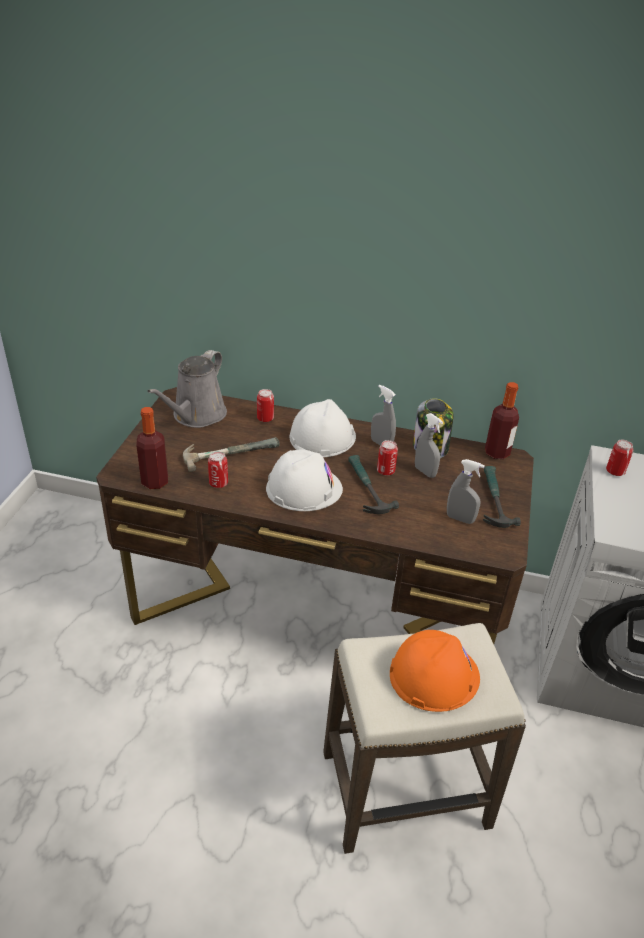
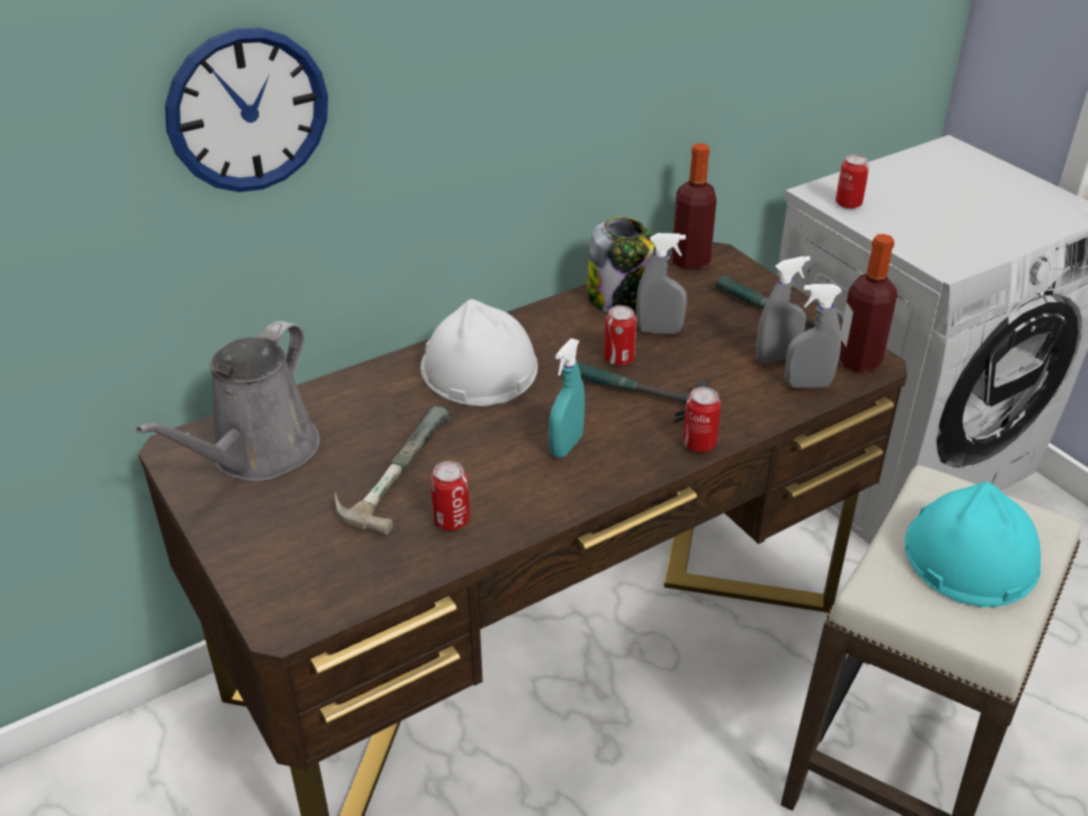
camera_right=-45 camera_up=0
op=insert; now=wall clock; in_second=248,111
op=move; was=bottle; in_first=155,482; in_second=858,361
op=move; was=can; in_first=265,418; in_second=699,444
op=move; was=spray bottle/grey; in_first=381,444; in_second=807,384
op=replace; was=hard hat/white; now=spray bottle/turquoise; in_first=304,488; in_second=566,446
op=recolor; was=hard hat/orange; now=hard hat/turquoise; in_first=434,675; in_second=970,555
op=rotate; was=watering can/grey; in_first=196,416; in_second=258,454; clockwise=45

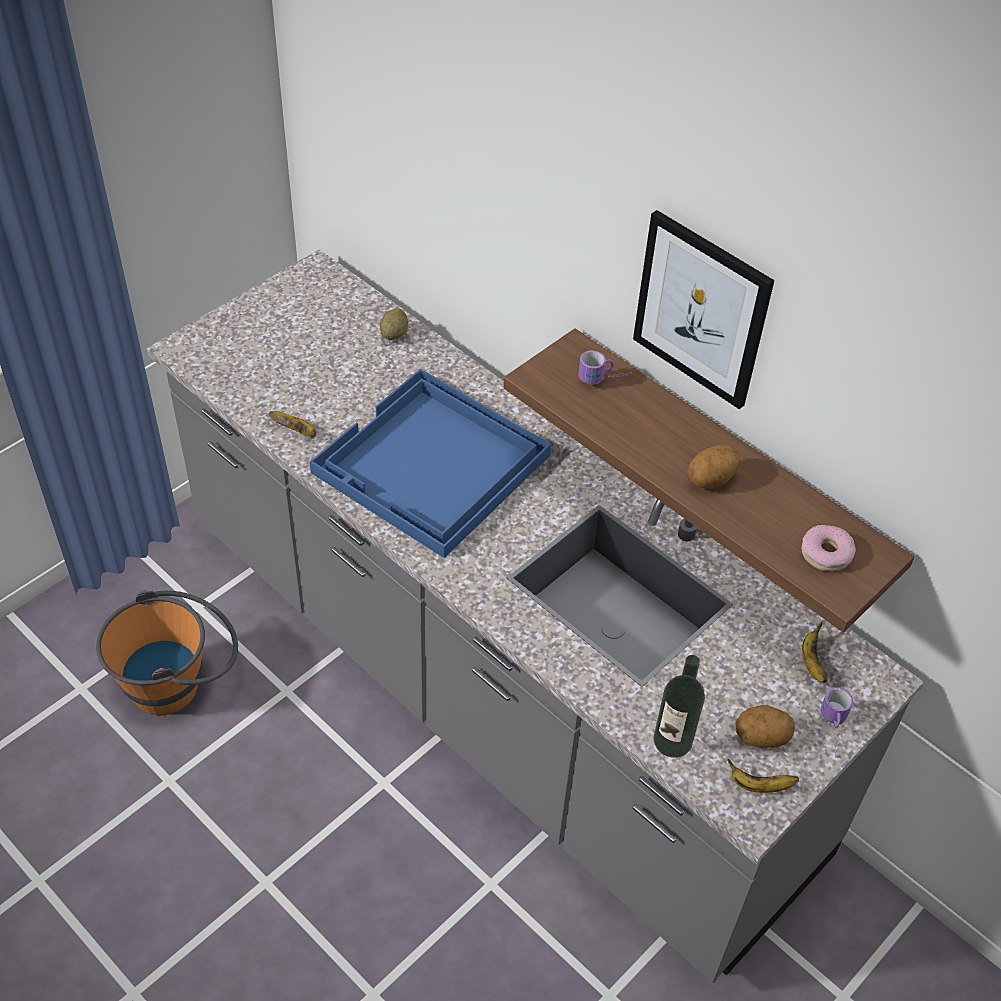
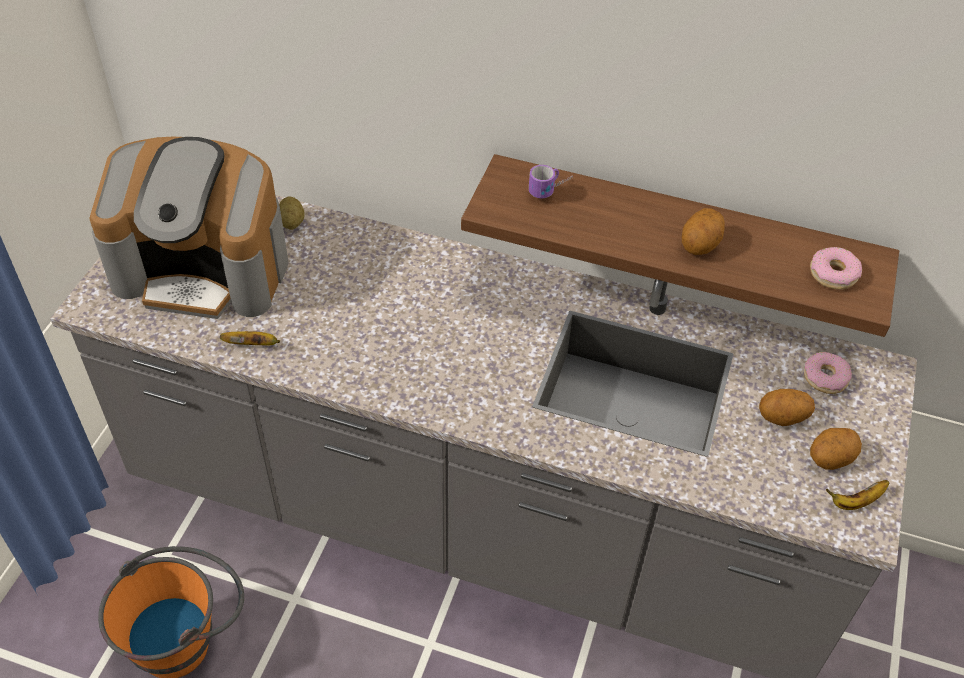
camera_right=-25 camera_up=0
op=delete; was=tray/blue; in_first=432,466
op=delete; was=picture; in_first=701,309
op=delete; was=bottle; in_first=672,741
op=delete; was=mug; in_first=832,731
op=insert; now=coffee machine; in_second=204,268
op=insert; now=potato; in_second=782,418
op=replace; was=banana; now=donut; in_first=811,662; in_second=825,377

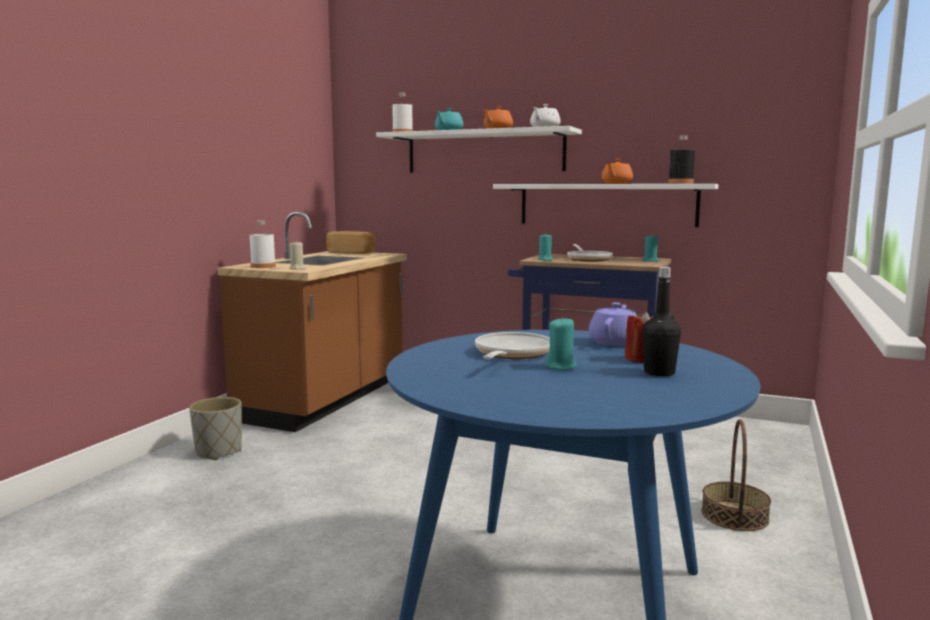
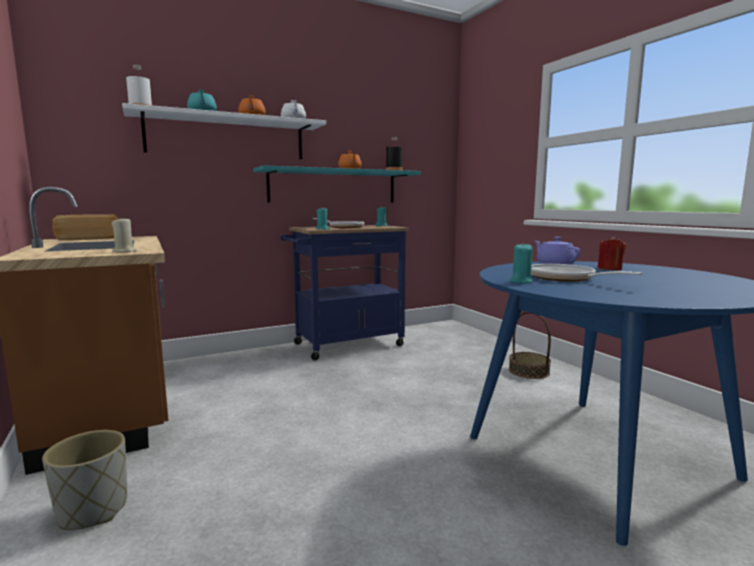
camera_right=-50 camera_up=0
op=delete; was=bottle/white; in_first=263,266
op=delete; was=bottle/black; in_first=659,373
op=move; was=candle/turquoise; in_first=561,367; in_second=520,281
op=recolor; was=shelf/white; now=shelf/turquoise; in_first=606,204; in_second=334,186

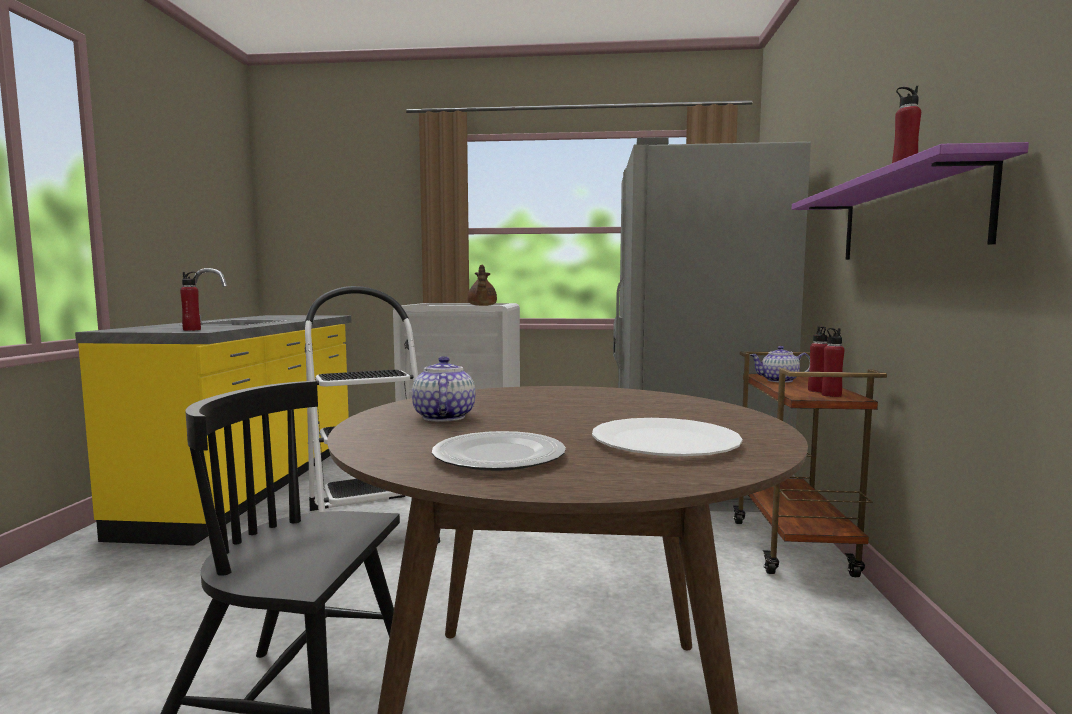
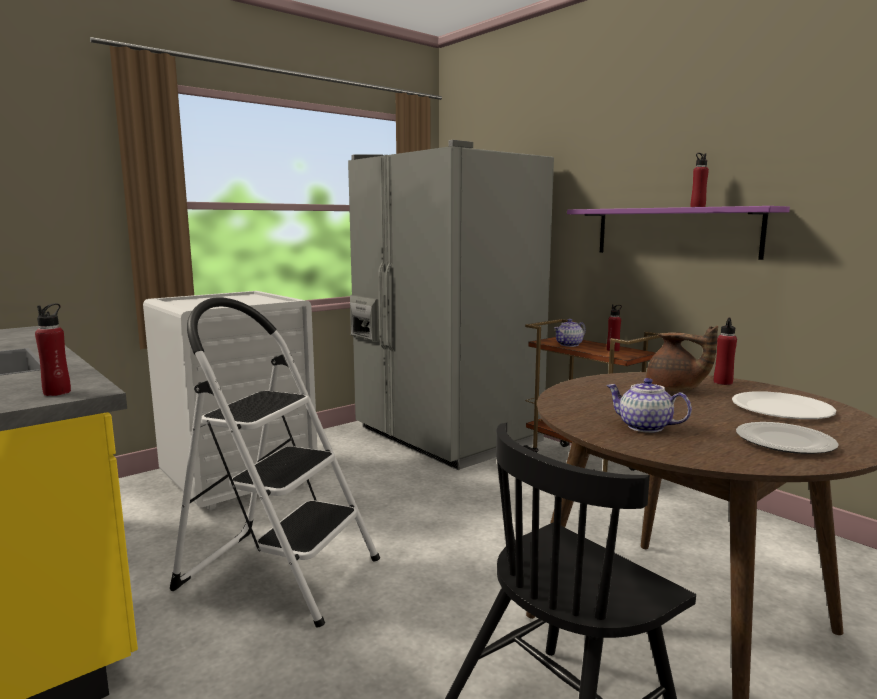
camera_right=-45 camera_up=5
op=move; was=teapot/brown; in_first=481,305; in_second=675,389
op=move; was=bottle/red; in_first=831,395; in_second=722,382

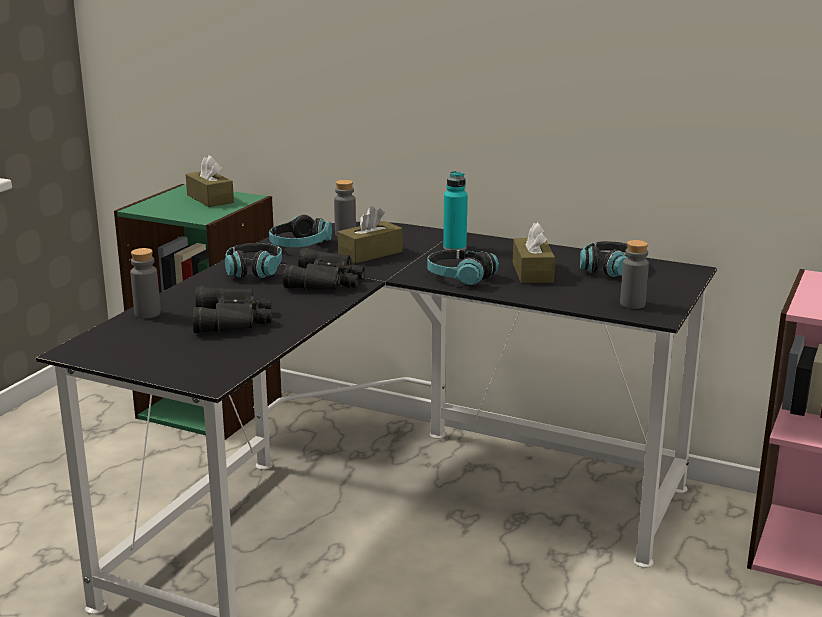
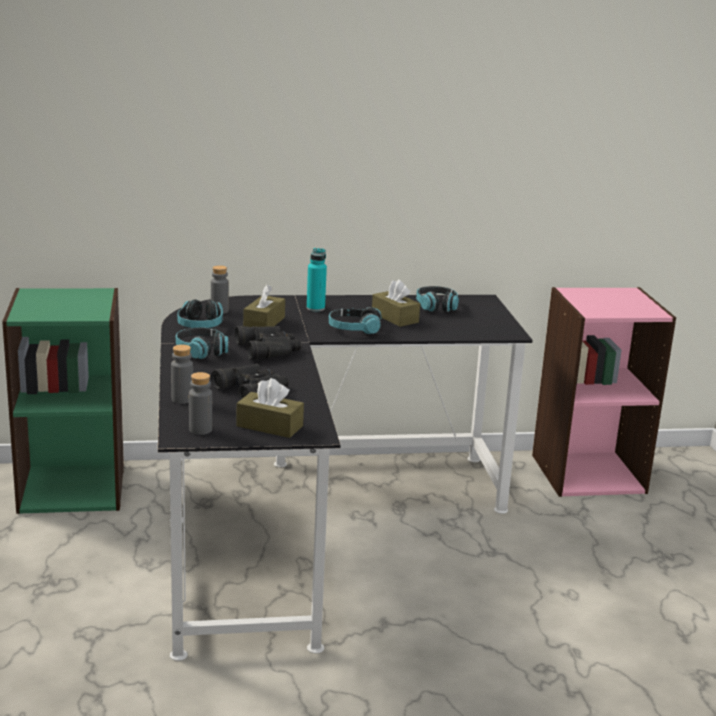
camera_right=-35 camera_up=0
op=move; was=tissue box/brown; in_first=210,199; in_second=269,426
op=move; was=bottle/grey; in_first=632,304; in_second=200,430

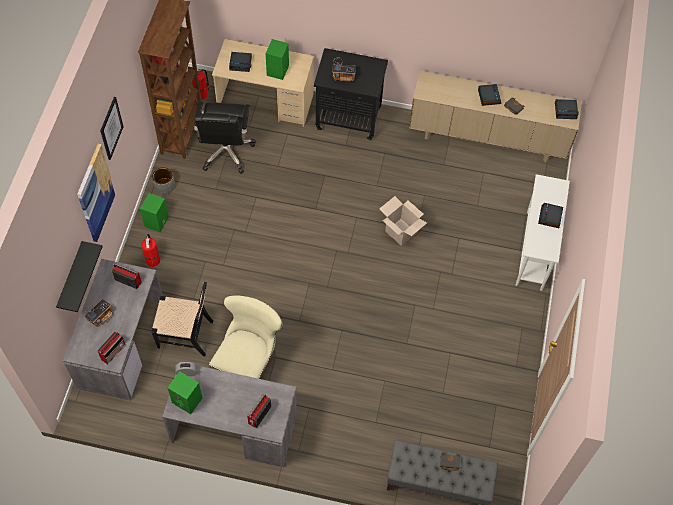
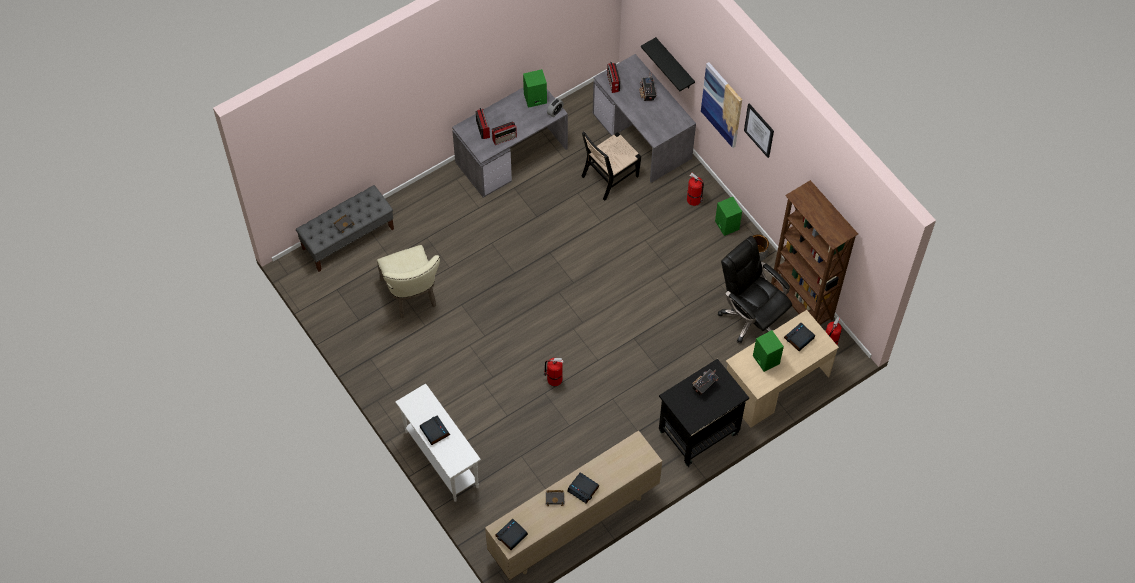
camera_right=135 camera_up=0
op=move; was=radio; in_first=127,280; in_second=505,138
op=move; was=chair/beige; in_first=248,365; in_second=412,295
op=replace; was=cardboard box; now=fire extinguisher; in_first=401,232; in_second=553,379

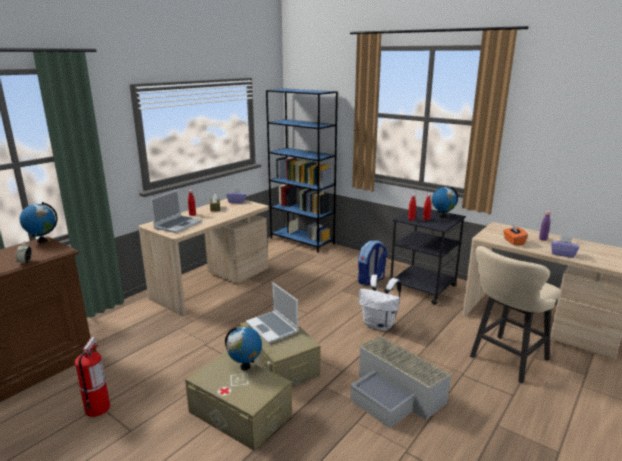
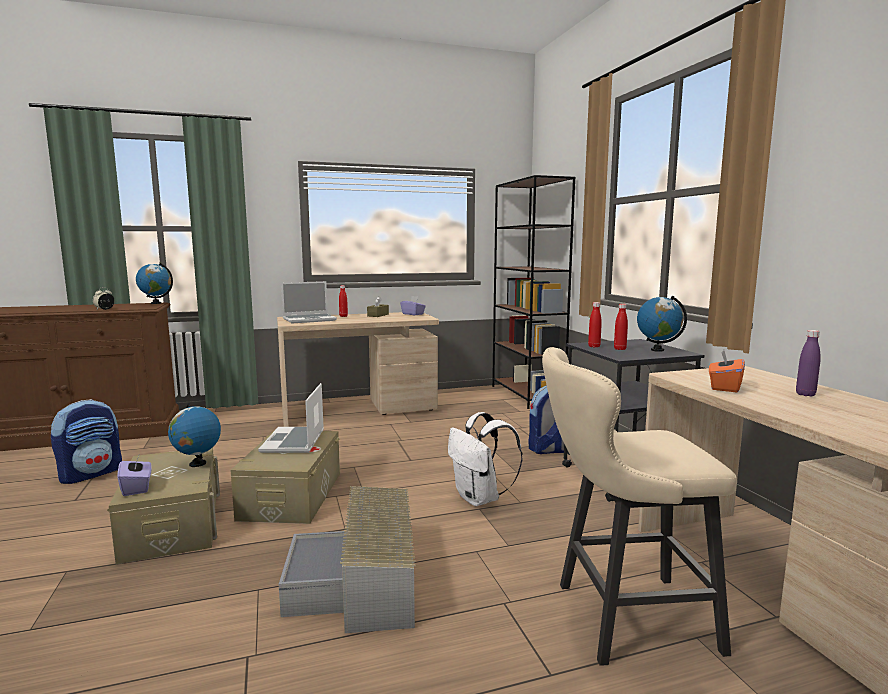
camera_right=35 camera_up=-10
op=move; was=tissue box/purple; in_first=563,254; in_second=137,488
op=replace; was=fire extinguisher; now=backpack; in_first=97,408; in_second=91,474
op=recolor; was=bookcase/blue; now=bookcase/brown; in_first=302,241; in_second=527,395

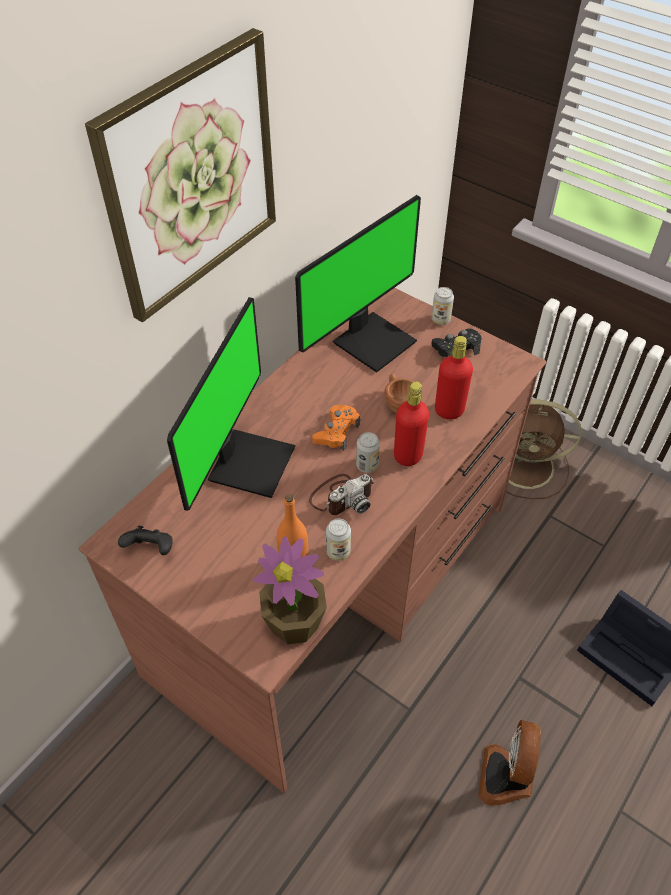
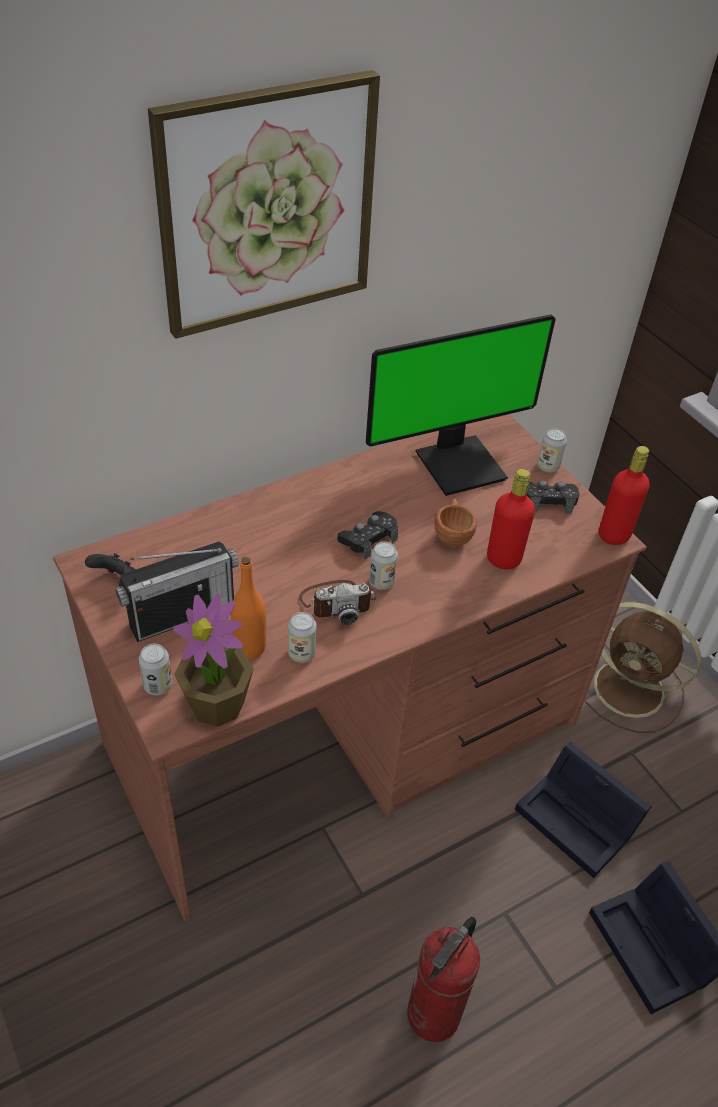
camera_right=20 camera_up=-5
op=delete; was=monitor; in_first=248,462
op=insert; now=radio; in_second=181,615
op=insert; now=can; in_second=158,685
op=insert; now=storage box/black; in_second=580,820
op=move; was=bottle/red; in_first=408,455; in_second=613,535
op=replace; was=fan; now=fire extinguisher; in_first=506,778; in_second=434,1015
op=recolor; was=game controller/orange; now=game controller/black; in_first=336,432; in_second=368,539

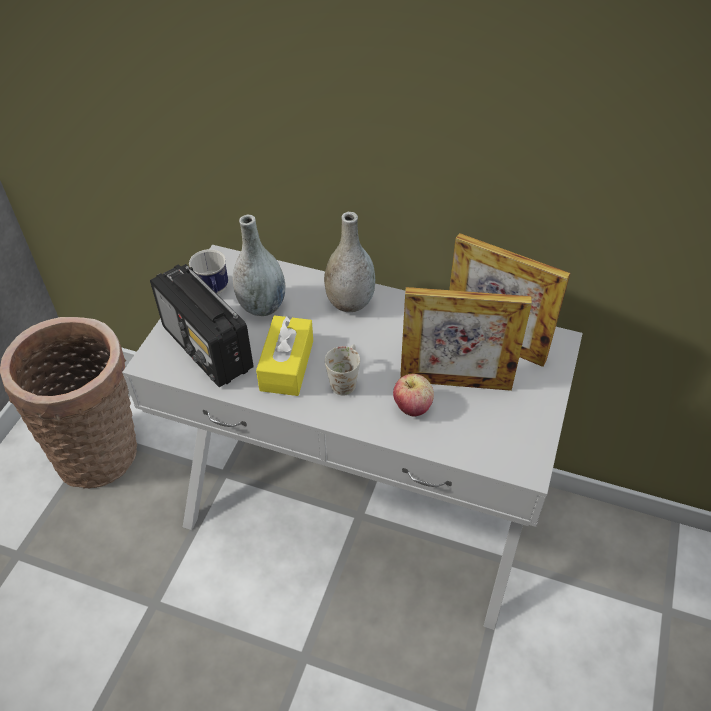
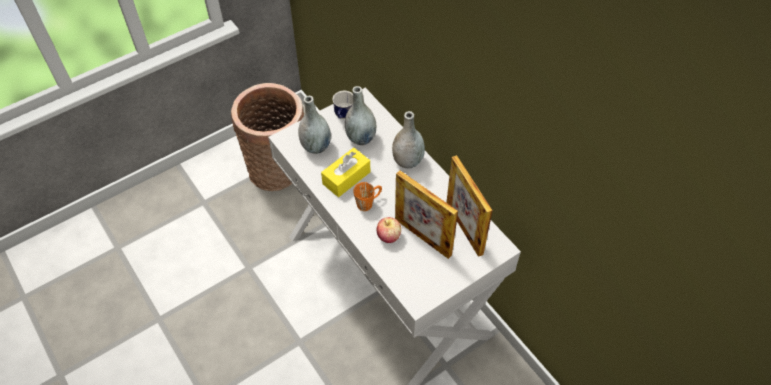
camera_right=35 camera_up=5
op=replace; was=radio; now=vase/grey; in_first=207,349; in_second=316,147
op=recolor; was=mug/white; now=mug/orange; in_first=345,379; in_second=368,202

